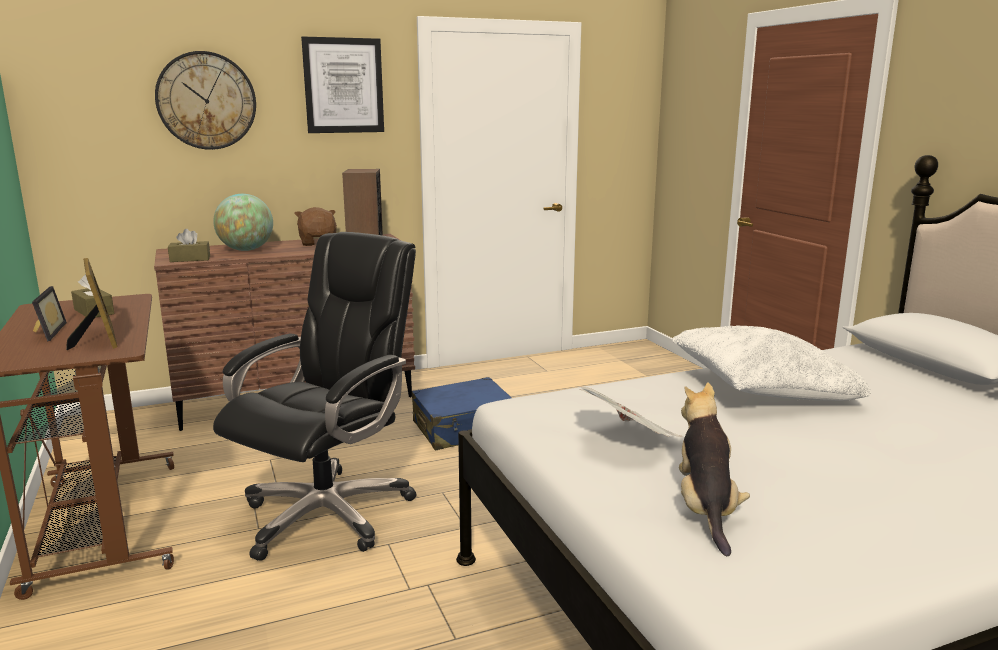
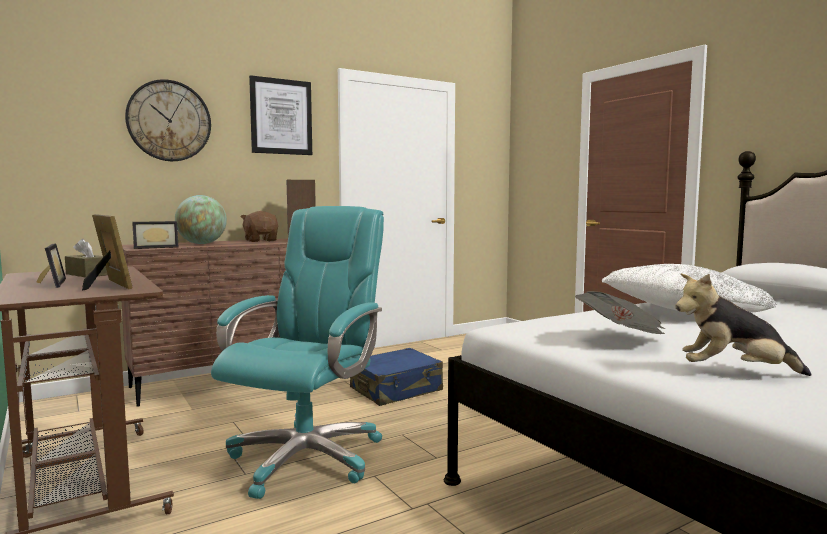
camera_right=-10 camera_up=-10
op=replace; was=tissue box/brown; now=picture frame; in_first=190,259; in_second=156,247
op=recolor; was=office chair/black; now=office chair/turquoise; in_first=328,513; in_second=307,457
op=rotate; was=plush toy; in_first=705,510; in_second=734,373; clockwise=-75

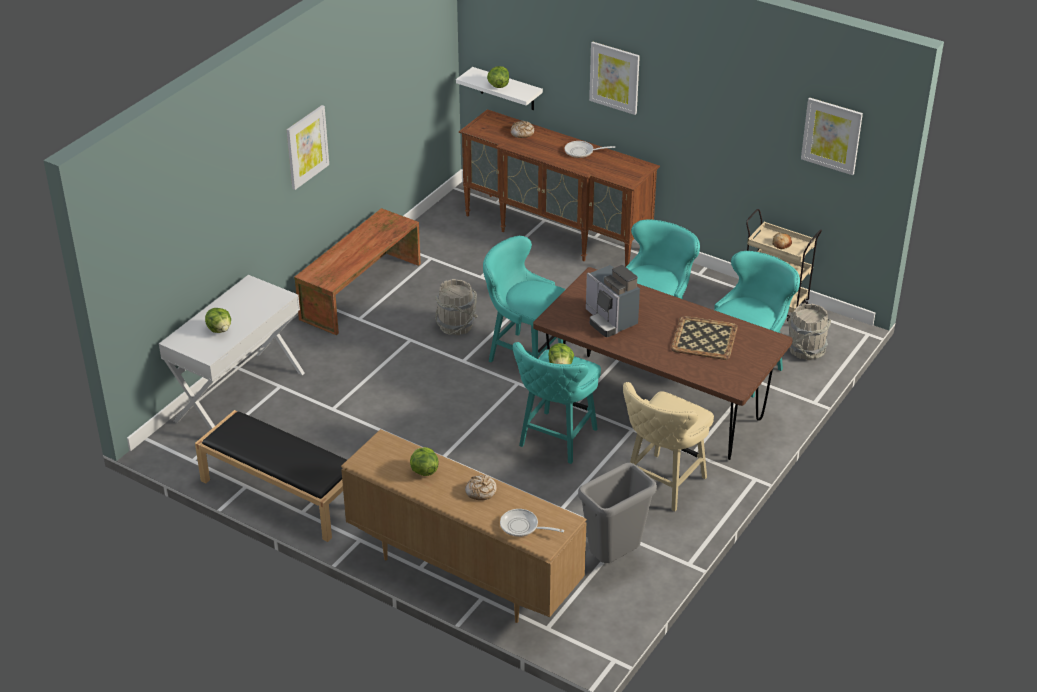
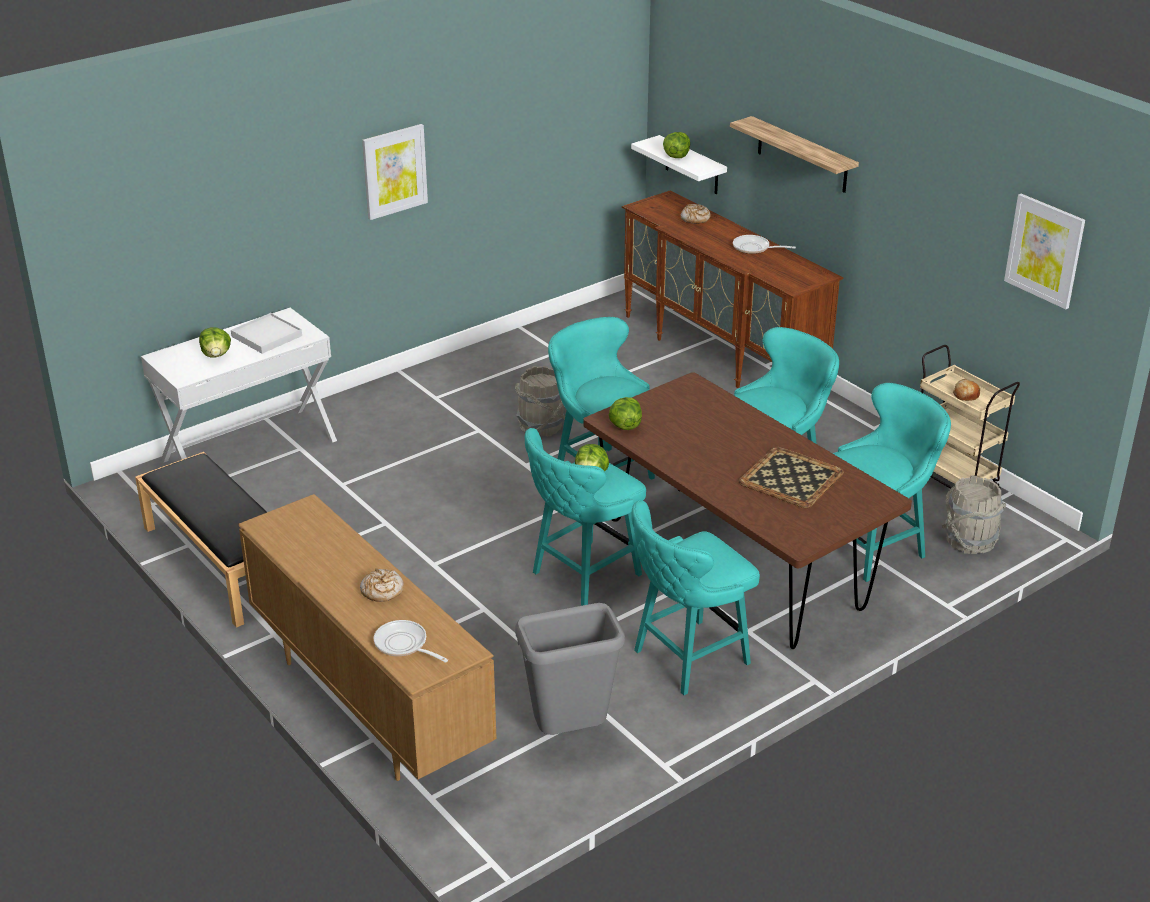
camera_right=20 camera_up=-5
op=delete; was=bench/brown; in_first=360,290
op=delete; was=coffee machine; in_first=610,320
op=insert; now=tray/white; in_second=266,336
op=move; was=lettuce; in_first=424,471; in_second=625,426
op=replace; was=picture; now=shelf; in_first=614,77; in_second=802,155
op=recolor; was=stool/beige; now=stool/turquoise; in_first=662,484; in_second=687,659

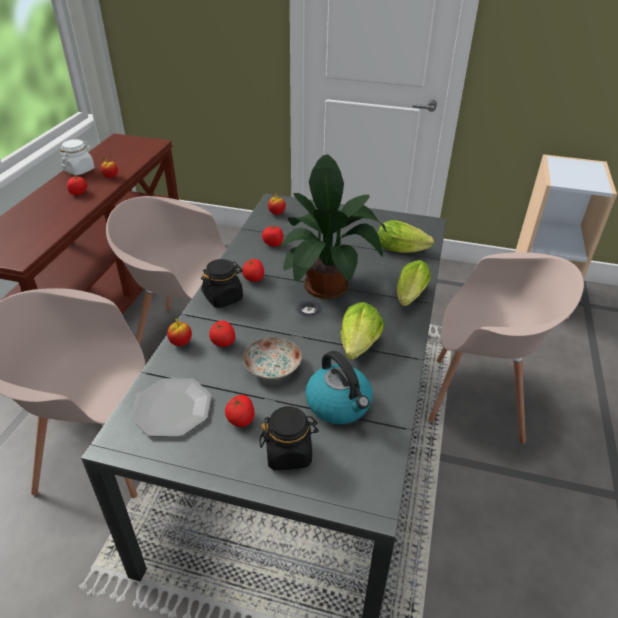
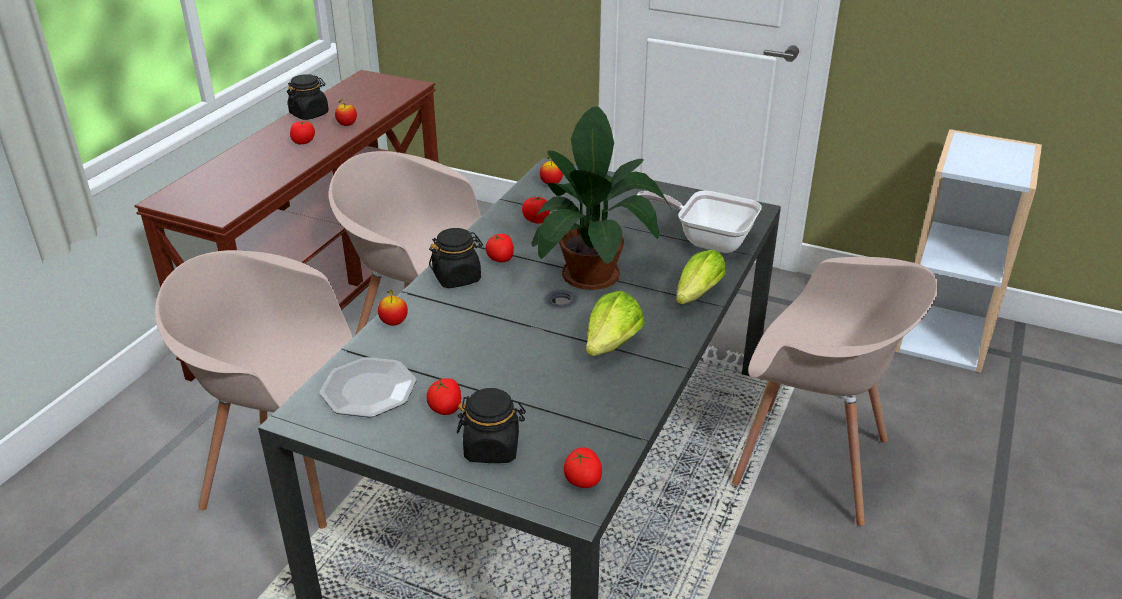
camera_right=10 camera_up=-5
op=delete; was=plate; in_first=272,366
op=delete; was=kettle; in_first=339,404
op=move; was=tomato; in_first=223,342; in_second=582,480
op=replace; was=lettuce; now=frying pan; in_first=404,249; in_second=707,240
op=recolor; was=jar/white; now=jar/black; in_first=79,170; in_second=309,114

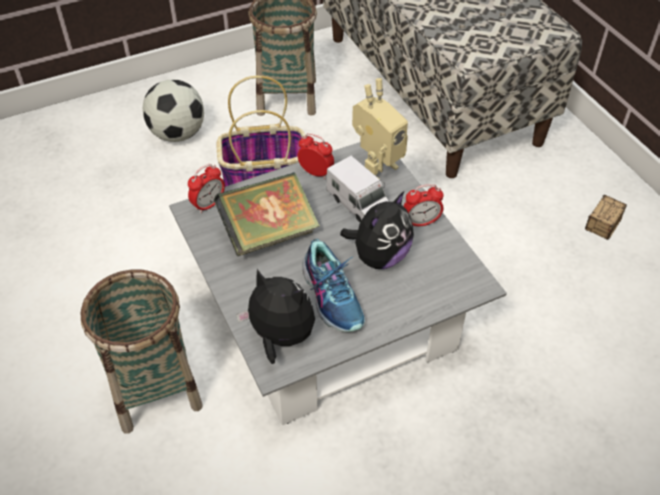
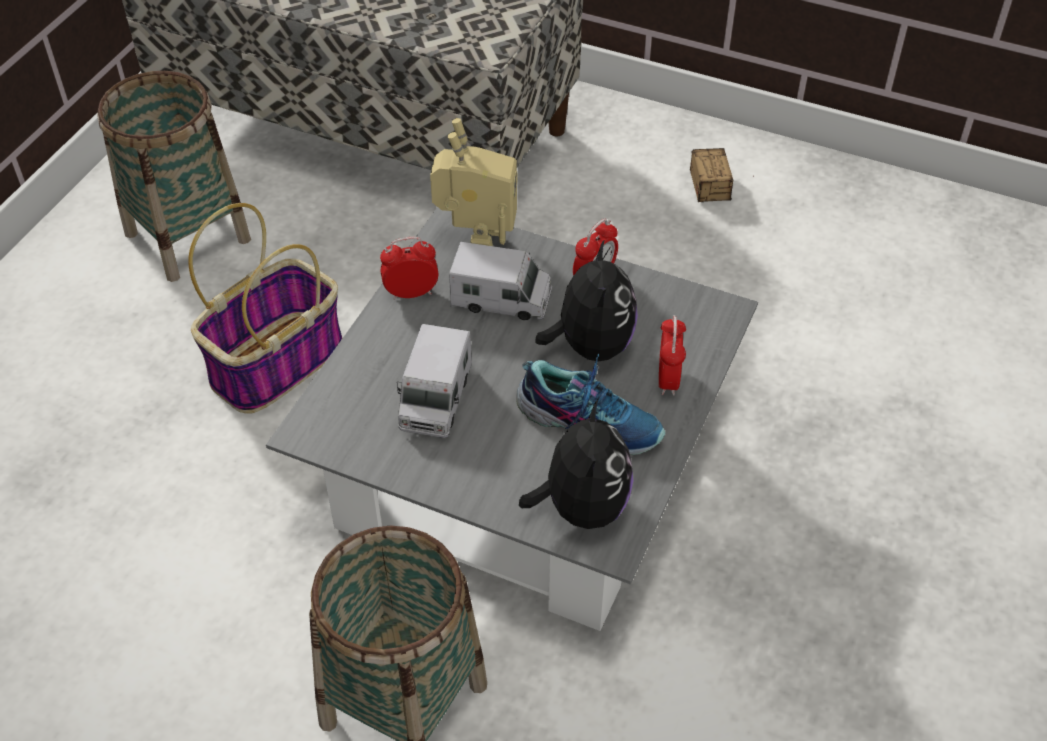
camera_right=-40 camera_up=0
op=delete; was=football; in_first=177,133
op=move; was=alarm clock; in_first=208,204; in_second=668,379
op=replace; was=book; now=toy truck; in_first=269,233; in_second=435,399
op=rotate; was=plush toy; in_first=280,337; in_second=581,507; clockwise=105

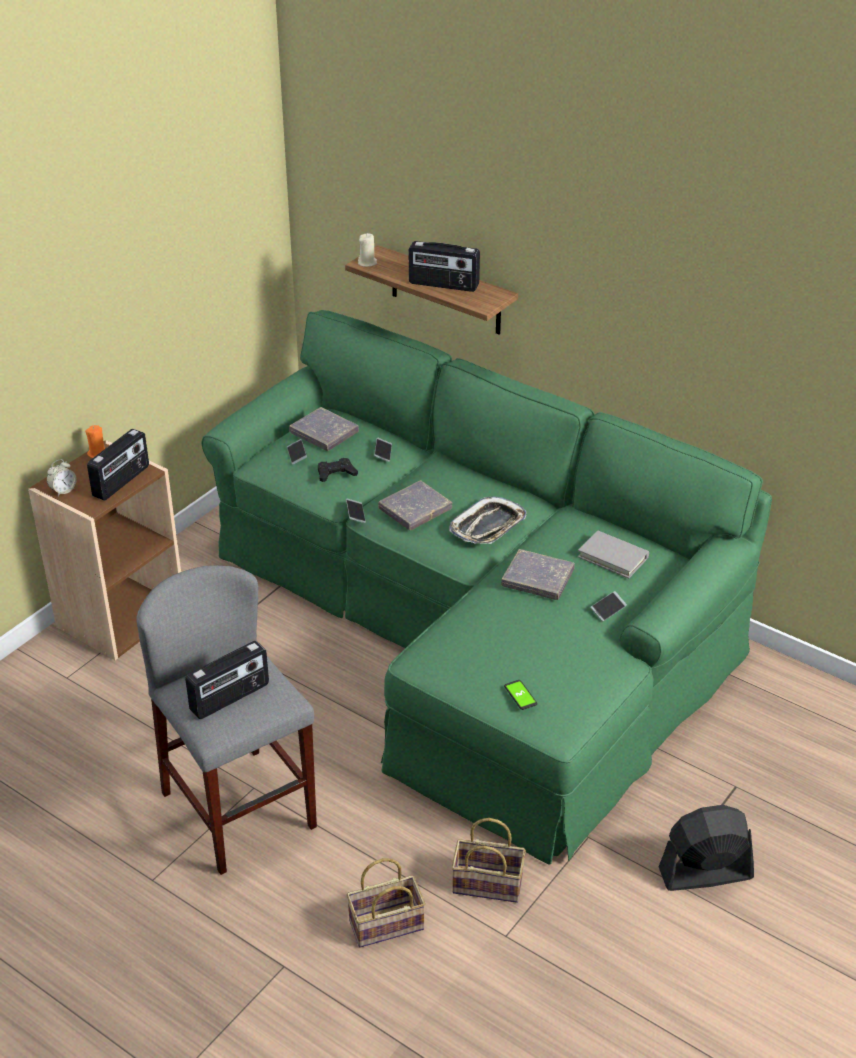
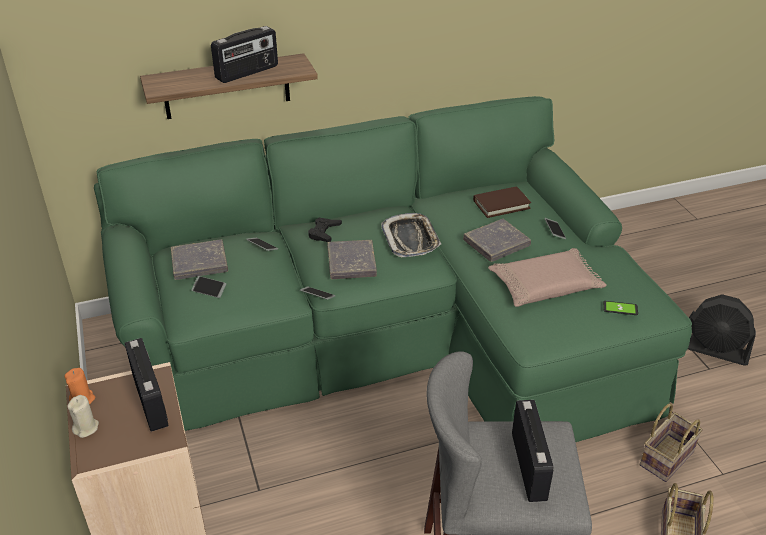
camera_right=-55 camera_up=0
op=delete; was=alarm clock; in_first=63,490
op=insert; now=pillow/beige; in_second=546,283
op=move; was=game controller/black; in_first=336,473; in_second=324,232
op=move; was=candle/beige; in_first=367,263; in_second=86,428
op=recolor; was=book/grey; now=book/brown; in_first=613,557; in_second=501,204
op=rotate; was=fan/black; in_first=705,873; in_second=714,350; clockwise=-90

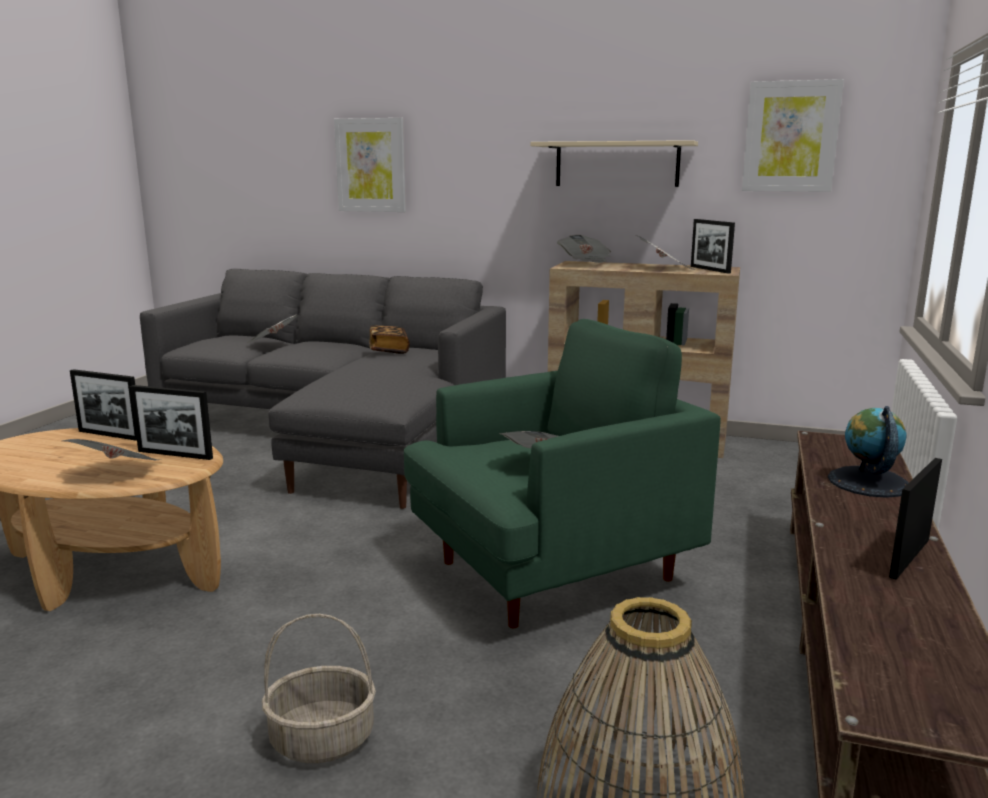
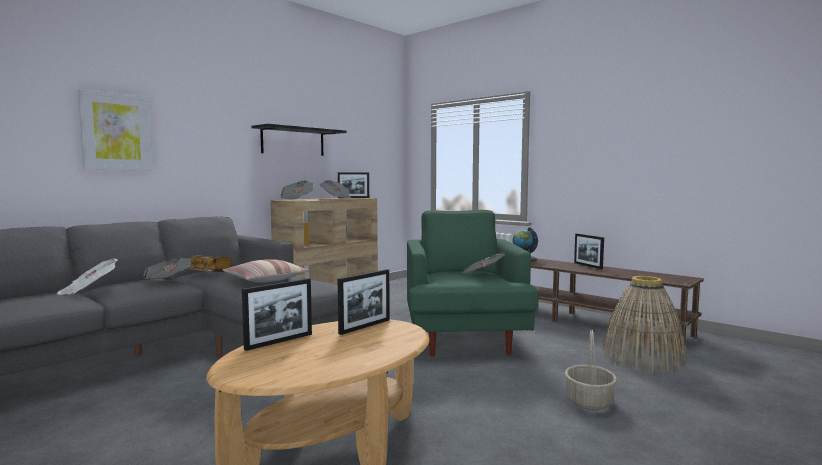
camera_right=-65 camera_up=-10
op=delete; was=picture; in_first=790,137
op=insert; now=pillow; in_second=265,280
op=move; was=newspaper; in_first=118,473; in_second=168,281
op=recolor; was=shelf/beige; now=shelf/black; in_first=617,164; in_second=293,141

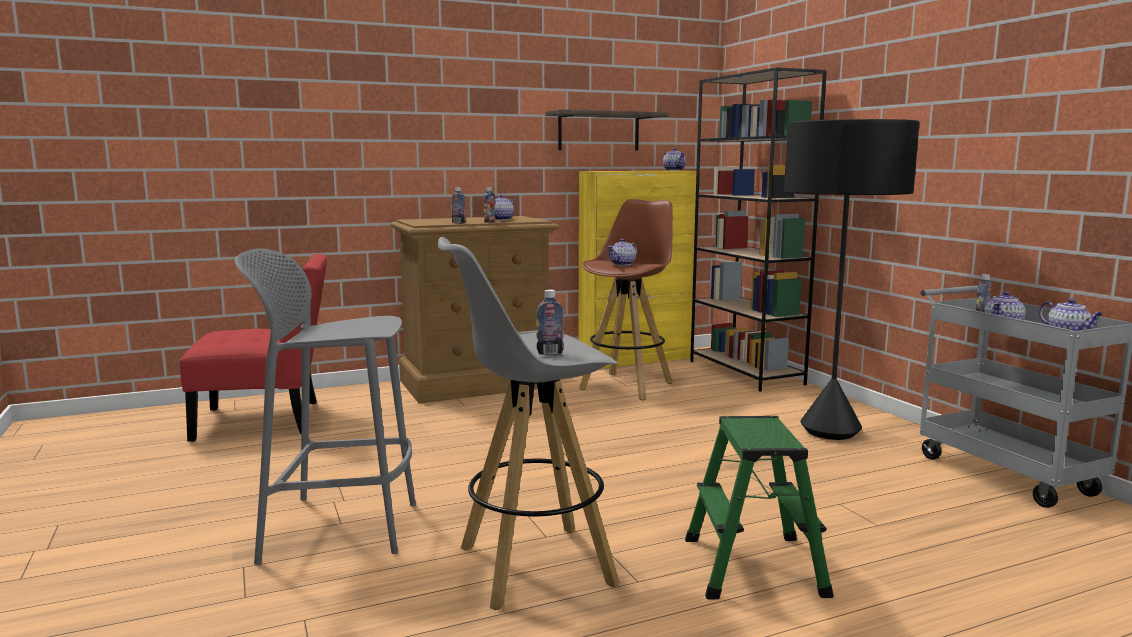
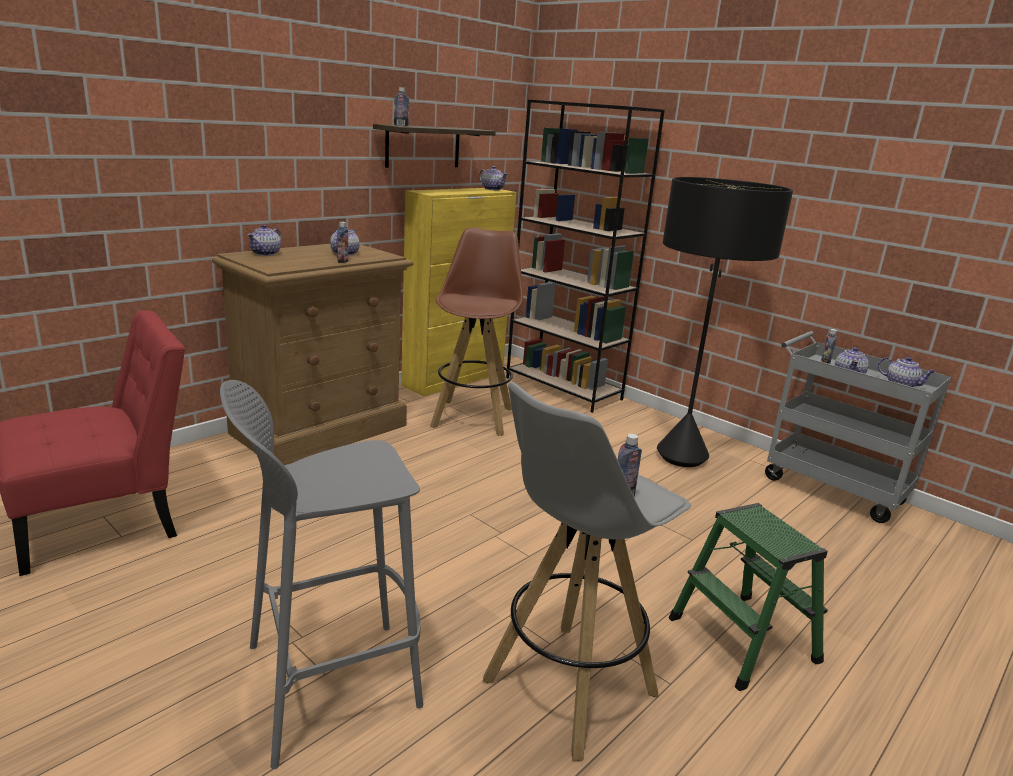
camera_right=-25 camera_up=10
op=move; was=bottle; in_first=458,223; in_second=401,126
op=move; was=teapot; in_first=622,264; in_second=266,253

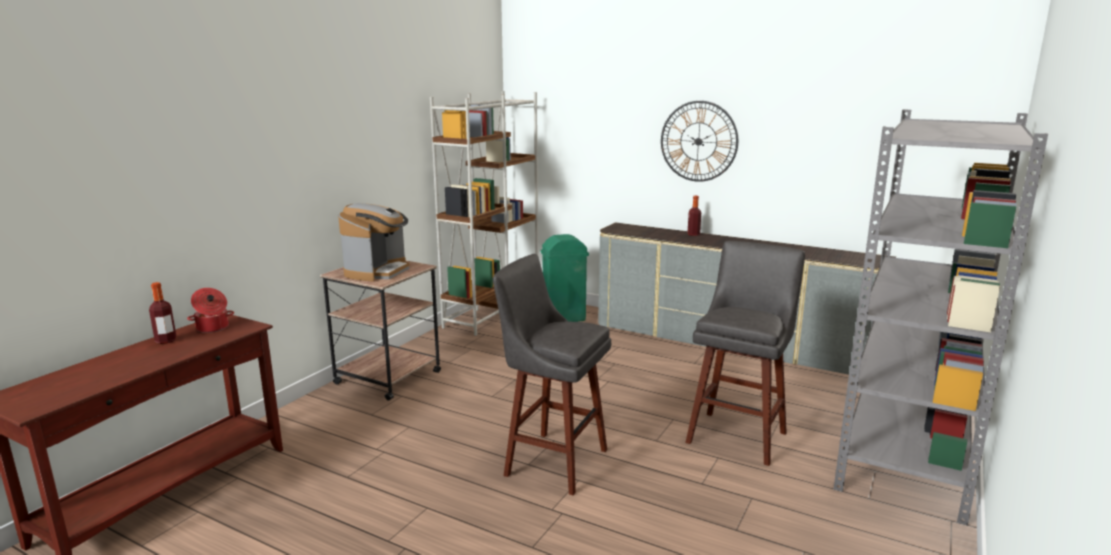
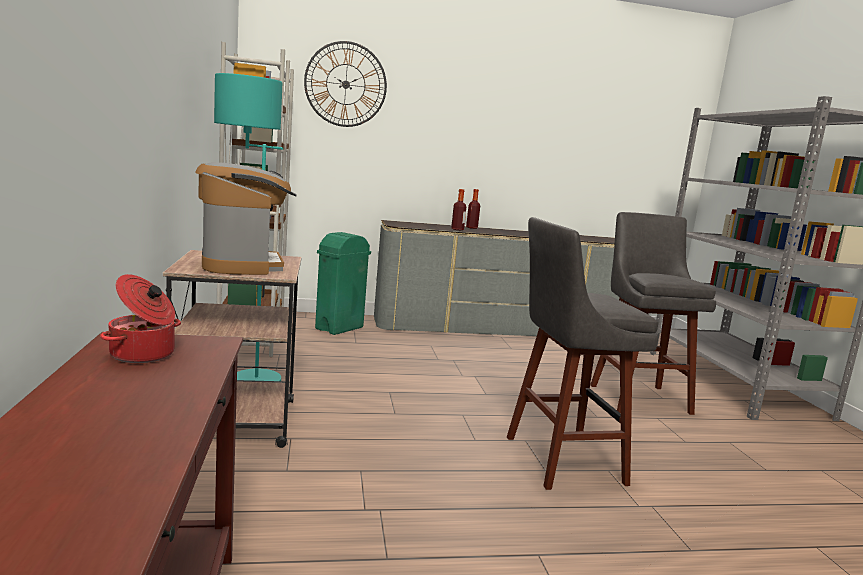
camera_right=-40 camera_up=-5
op=insert; now=floor lamp/turquoise; in_second=245,379
op=move; was=bottle; in_first=166,340; in_second=457,229
op=move; was=wall clock; in_first=698,141; in_second=345,84

